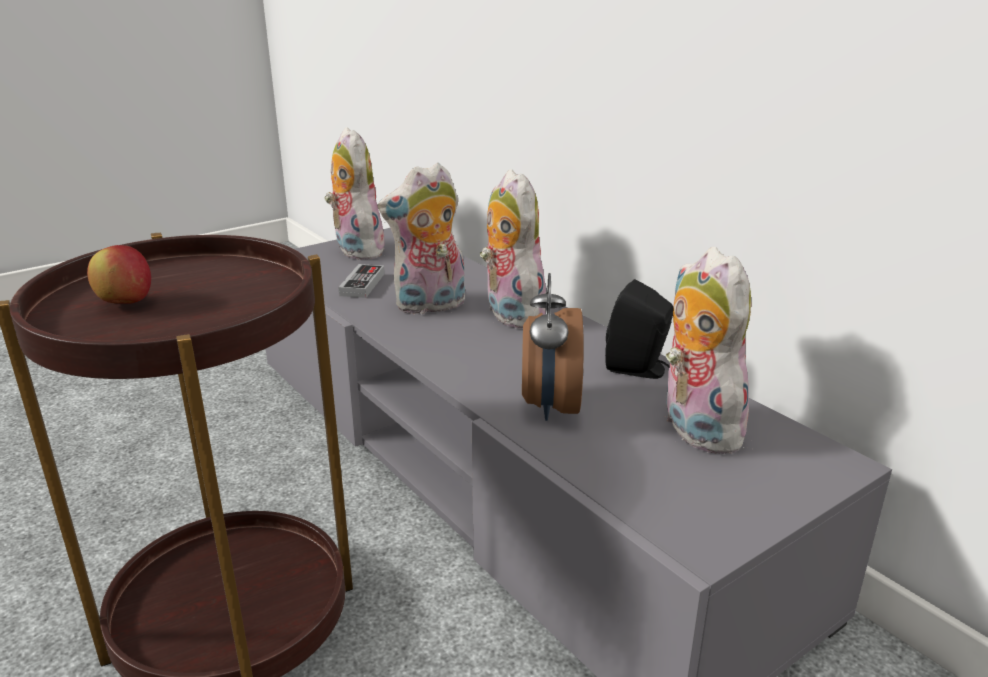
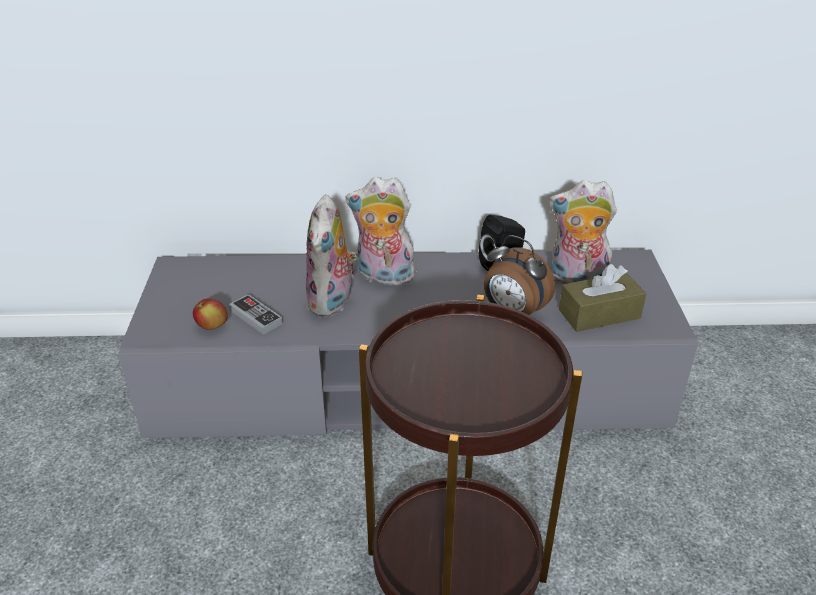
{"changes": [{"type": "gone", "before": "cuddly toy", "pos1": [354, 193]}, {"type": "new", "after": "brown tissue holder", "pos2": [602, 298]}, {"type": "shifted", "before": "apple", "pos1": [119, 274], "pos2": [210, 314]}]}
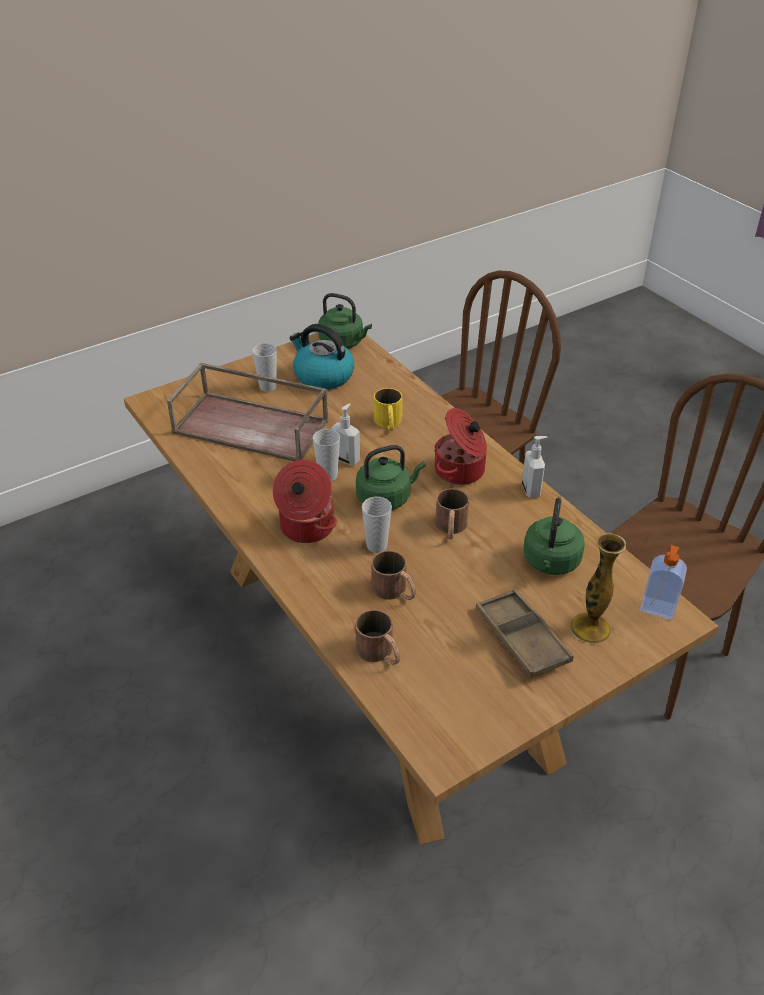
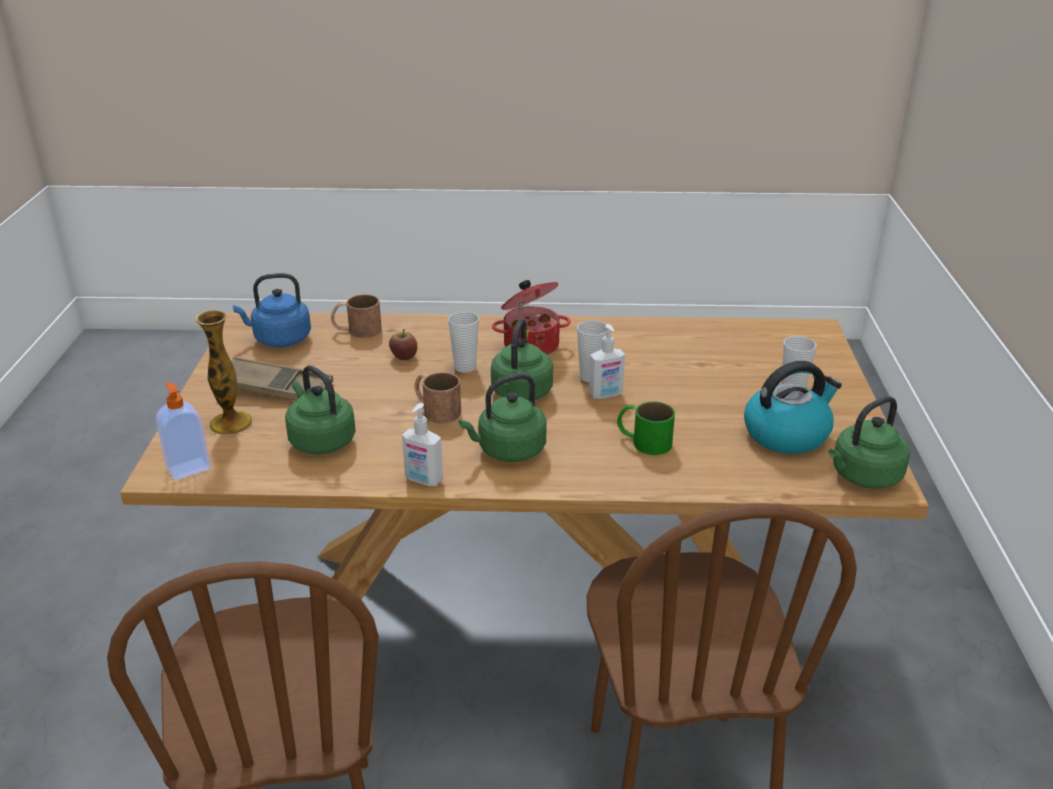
{"changes": [{"type": "gone", "before": "brown serving tray", "pos1": [248, 412]}, {"type": "new", "after": "blue water kettle", "pos2": [272, 310]}, {"type": "swapped", "before": "brown coffee mug", "after": "apple", "pos1": [393, 575], "pos2": [403, 344]}, {"type": "swapped", "before": "stockpot", "after": "green water kettle", "pos1": [460, 446], "pos2": [502, 417]}, {"type": "repainted", "before": "yellow-coloured coffee mug", "after": "green coffee mug", "pos1": [388, 409], "pos2": [646, 428]}]}
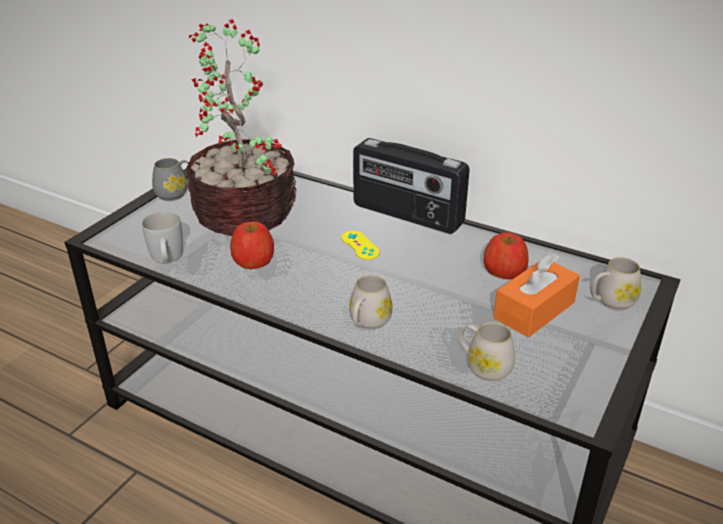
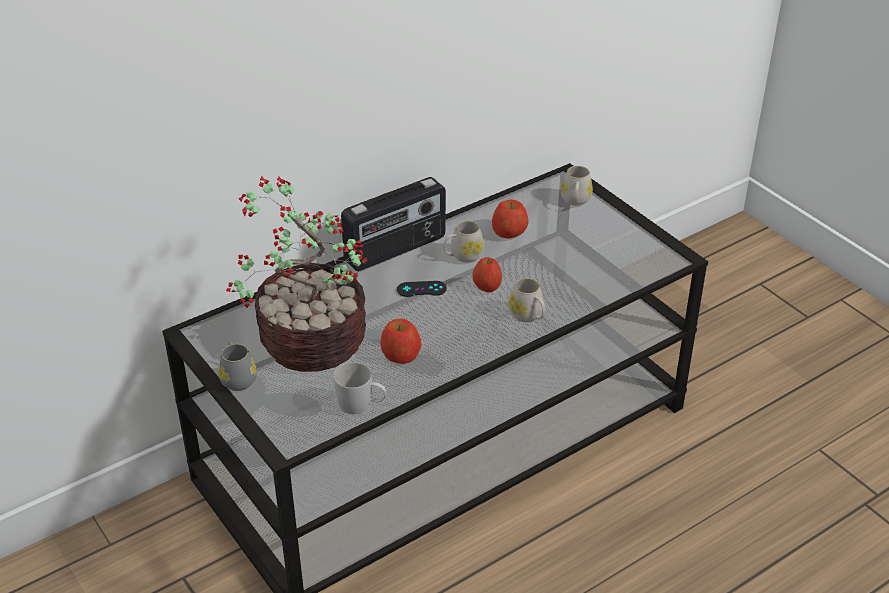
{"changes": [{"type": "gone", "before": "orange-coloured tissue holder", "pos1": [536, 295]}, {"type": "new", "after": "apple", "pos2": [487, 274]}, {"type": "shifted", "before": "whitish coffee mug", "pos1": [487, 351], "pos2": [463, 242]}, {"type": "repainted", "before": "yellow-coloured joypad", "after": "blackish joypad", "pos1": [360, 245], "pos2": [422, 289]}]}
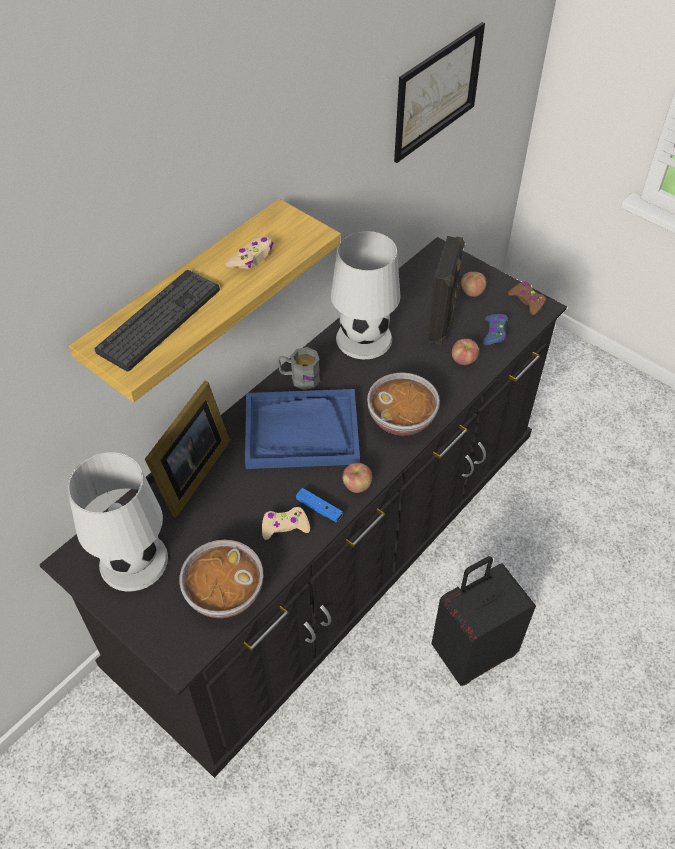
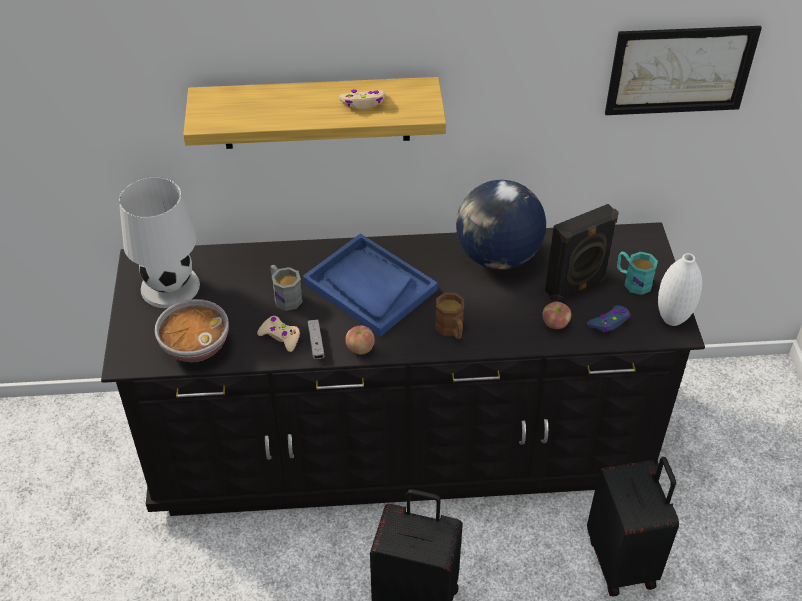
{"changes": [{"type": "gone", "before": "keyboard", "pos1": [157, 320]}, {"type": "gone", "before": "photo frame", "pos1": [187, 449]}, {"type": "new", "after": "blackish piece of luggage", "pos2": [633, 526]}, {"type": "shifted", "before": "greyish coffee mug", "pos1": [299, 368], "pos2": [286, 288]}, {"type": "swapped", "before": "whitish lamp for a table", "after": "desk globe", "pos1": [366, 295], "pos2": [501, 225]}, {"type": "swapped", "before": "deep dish", "after": "brown coffee mug", "pos1": [403, 404], "pos2": [449, 316]}, {"type": "swapped", "before": "apple", "after": "blue-green coffee mug", "pos1": [474, 284], "pos2": [637, 273]}, {"type": "swapped", "before": "brown joypad", "after": "whitish decorative vase", "pos1": [527, 299], "pos2": [680, 289]}, {"type": "repainted", "before": "blue joypad", "after": "greyish joypad", "pos1": [319, 505], "pos2": [316, 339]}]}
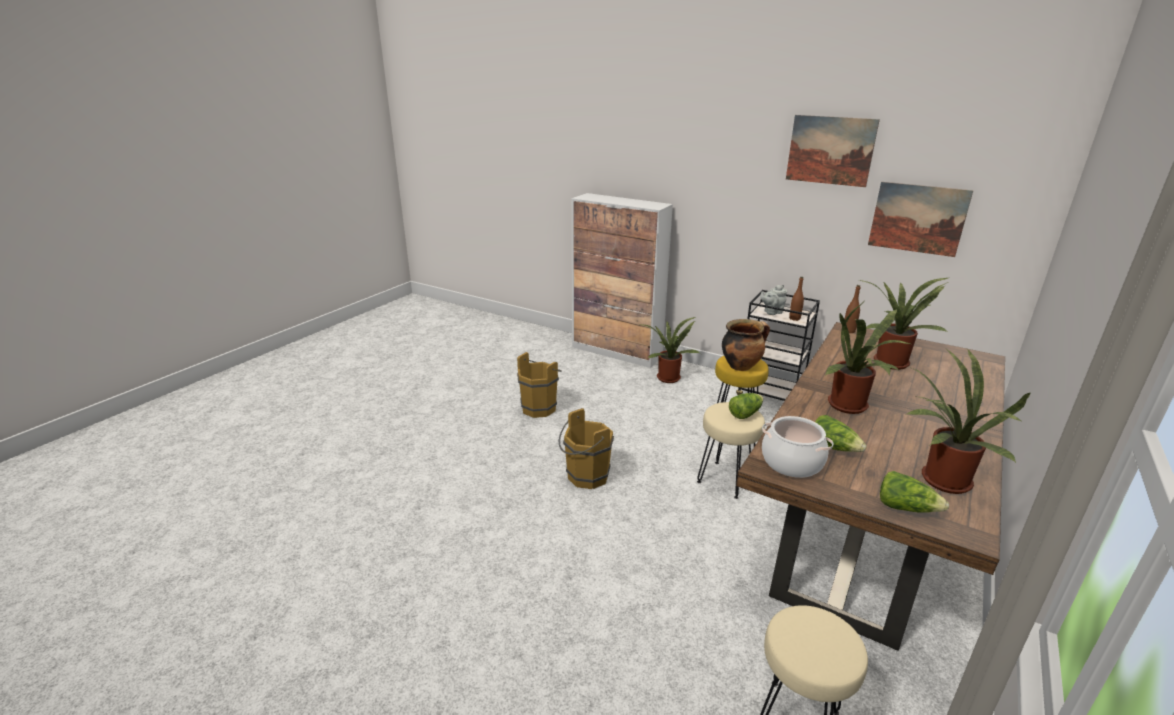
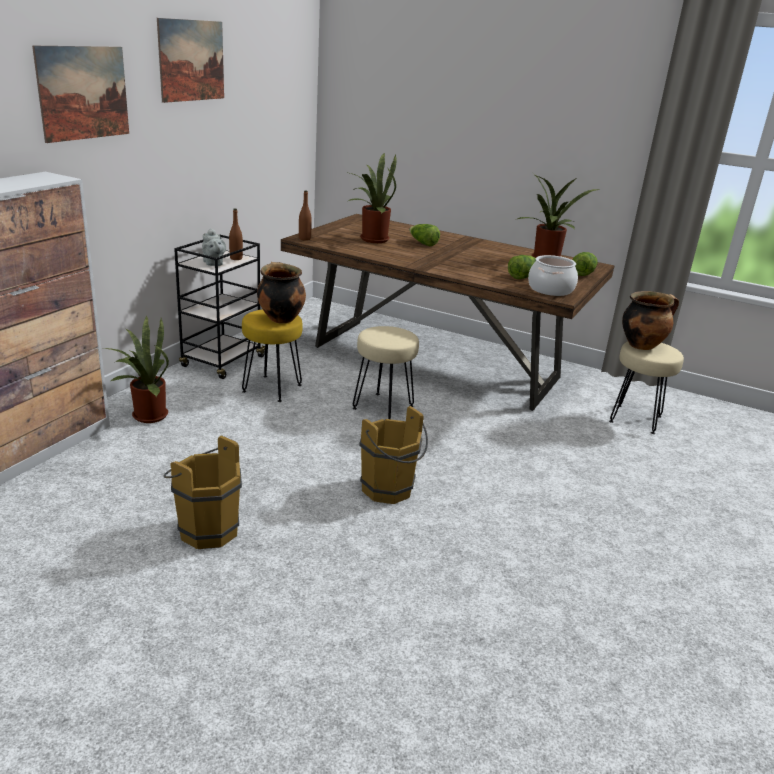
{"changes": [{"type": "gone", "before": "plant in a pot", "pos1": [869, 358]}, {"type": "new", "after": "stockpot", "pos2": [650, 320]}, {"type": "shifted", "before": "lettuce head", "pos1": [746, 406], "pos2": [424, 235]}, {"type": "shifted", "before": "picture", "pos1": [921, 219], "pos2": [80, 94]}]}
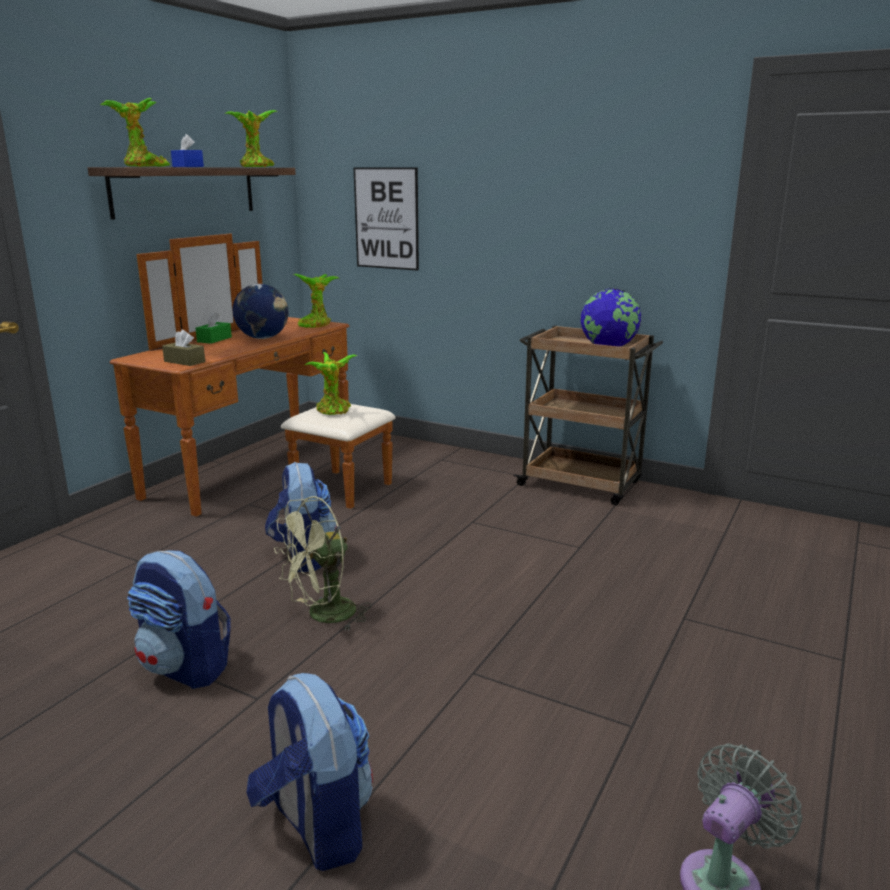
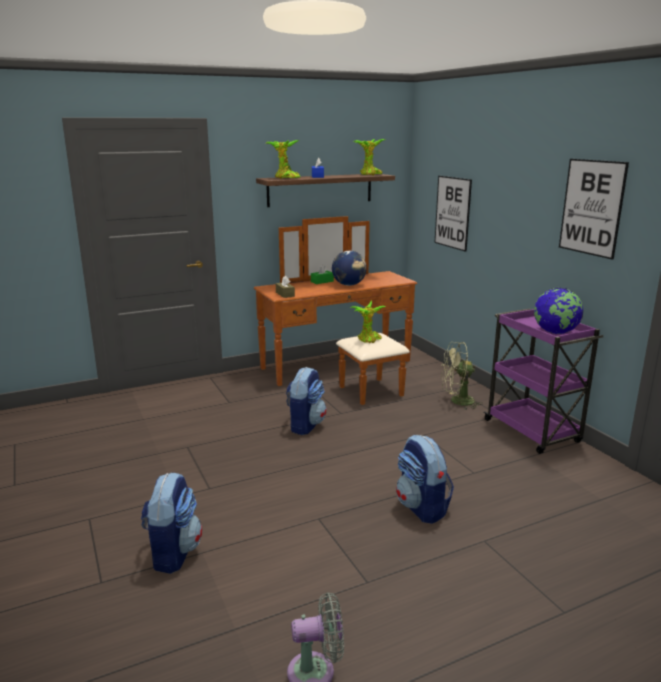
{"changes": [{"type": "gone", "before": "plant in a pot", "pos1": [317, 301]}, {"type": "new", "after": "picture", "pos2": [594, 209]}, {"type": "shifted", "before": "rucksack", "pos1": [178, 619], "pos2": [425, 479]}, {"type": "shifted", "before": "green electric fan", "pos1": [323, 563], "pos2": [462, 376]}, {"type": "repainted", "before": "brown cart", "after": "purple-coloured cart", "pos1": [588, 415], "pos2": [543, 381]}]}
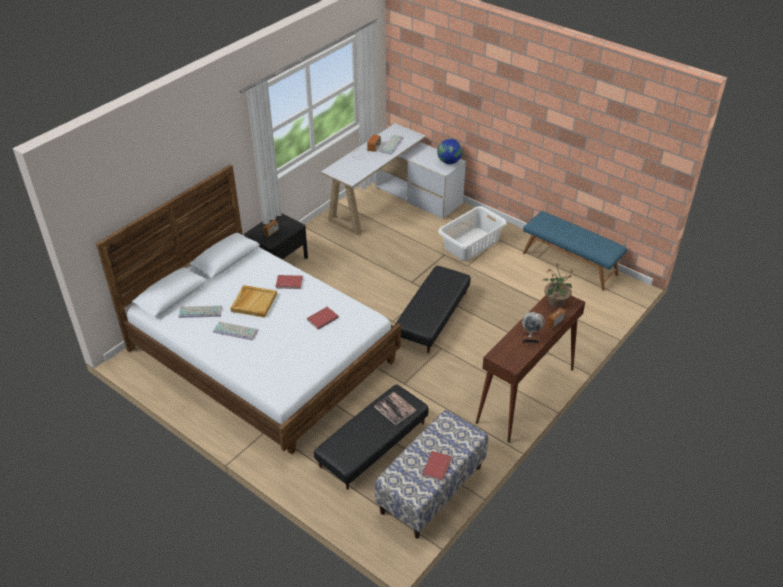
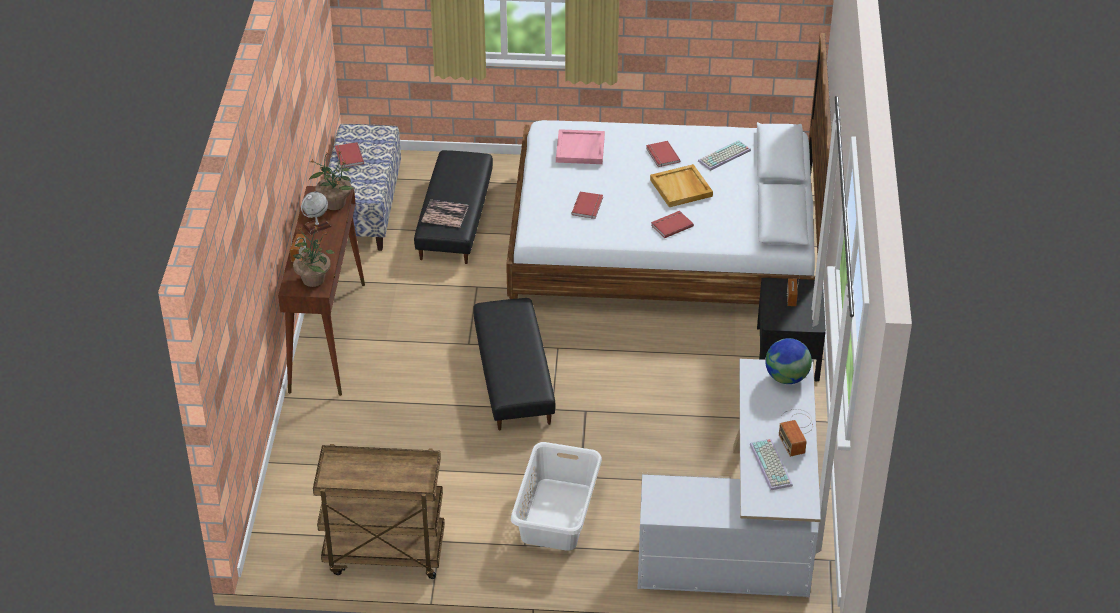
{"changes": [{"type": "new", "after": "plant in a pot", "pos2": [331, 180]}, {"type": "new", "after": "pink serving tray", "pos2": [580, 146]}, {"type": "shifted", "before": "desk globe", "pos1": [449, 151], "pos2": [788, 361]}, {"type": "swapped", "before": "keyboard", "after": "red-coloured bound book", "pos1": [235, 331], "pos2": [663, 154]}, {"type": "swapped", "before": "blue long seat", "after": "brown cart", "pos1": [575, 251], "pos2": [379, 511]}]}
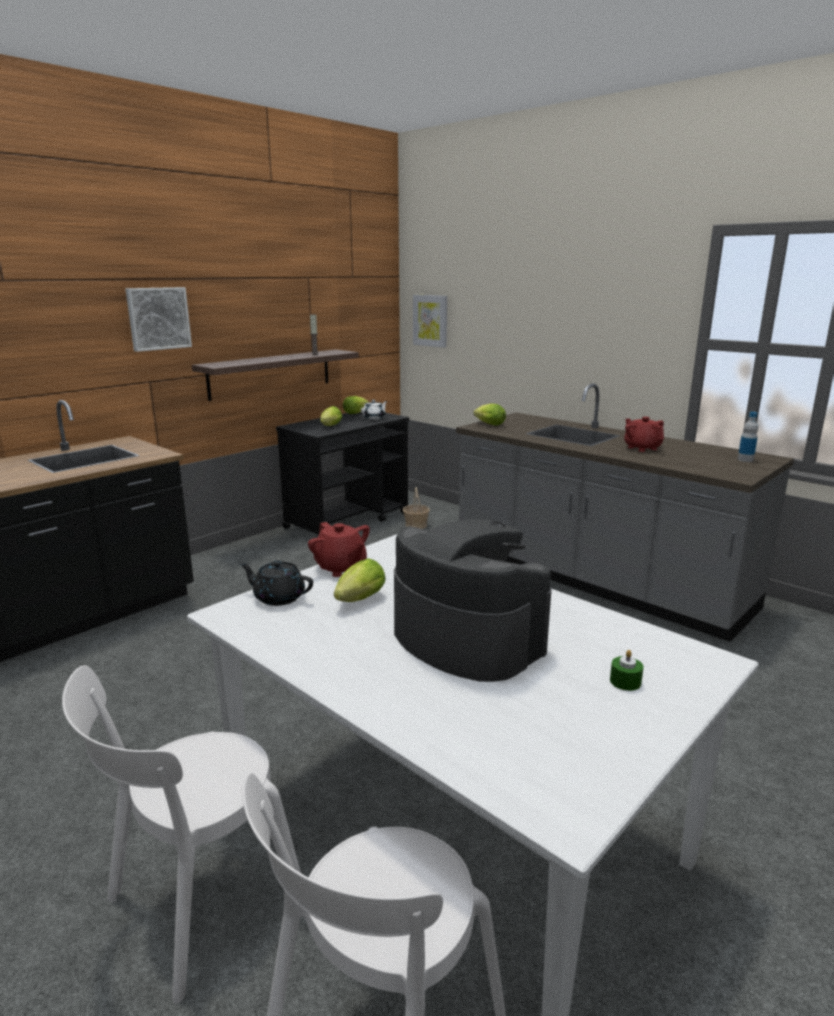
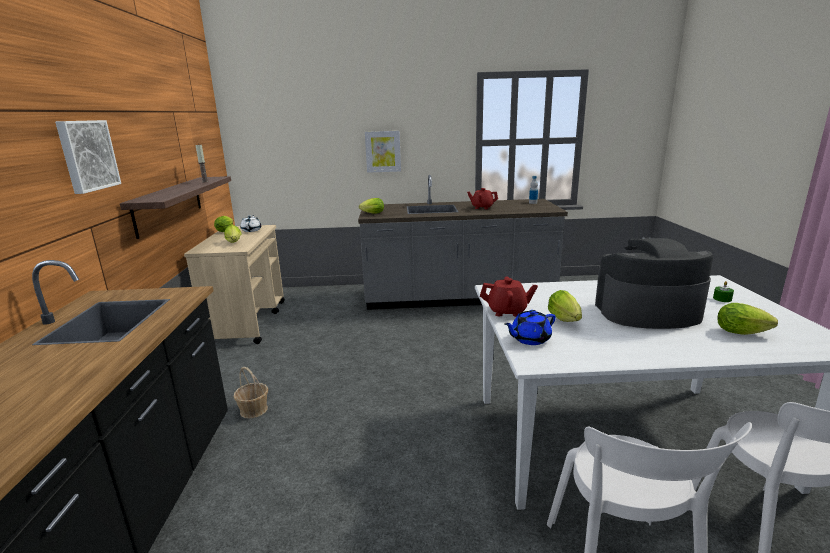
{"changes": [{"type": "new", "after": "lettuce head", "pos2": [748, 319]}, {"type": "shifted", "before": "household basket", "pos1": [416, 508], "pos2": [250, 393]}, {"type": "shifted", "before": "picture", "pos1": [430, 321], "pos2": [383, 152]}, {"type": "repainted", "before": "blackish tea pot", "after": "blue tea pot", "pos1": [276, 583], "pos2": [530, 327]}, {"type": "repainted", "before": "blackish cart", "after": "beige cart", "pos1": [342, 475], "pos2": [234, 284]}]}
